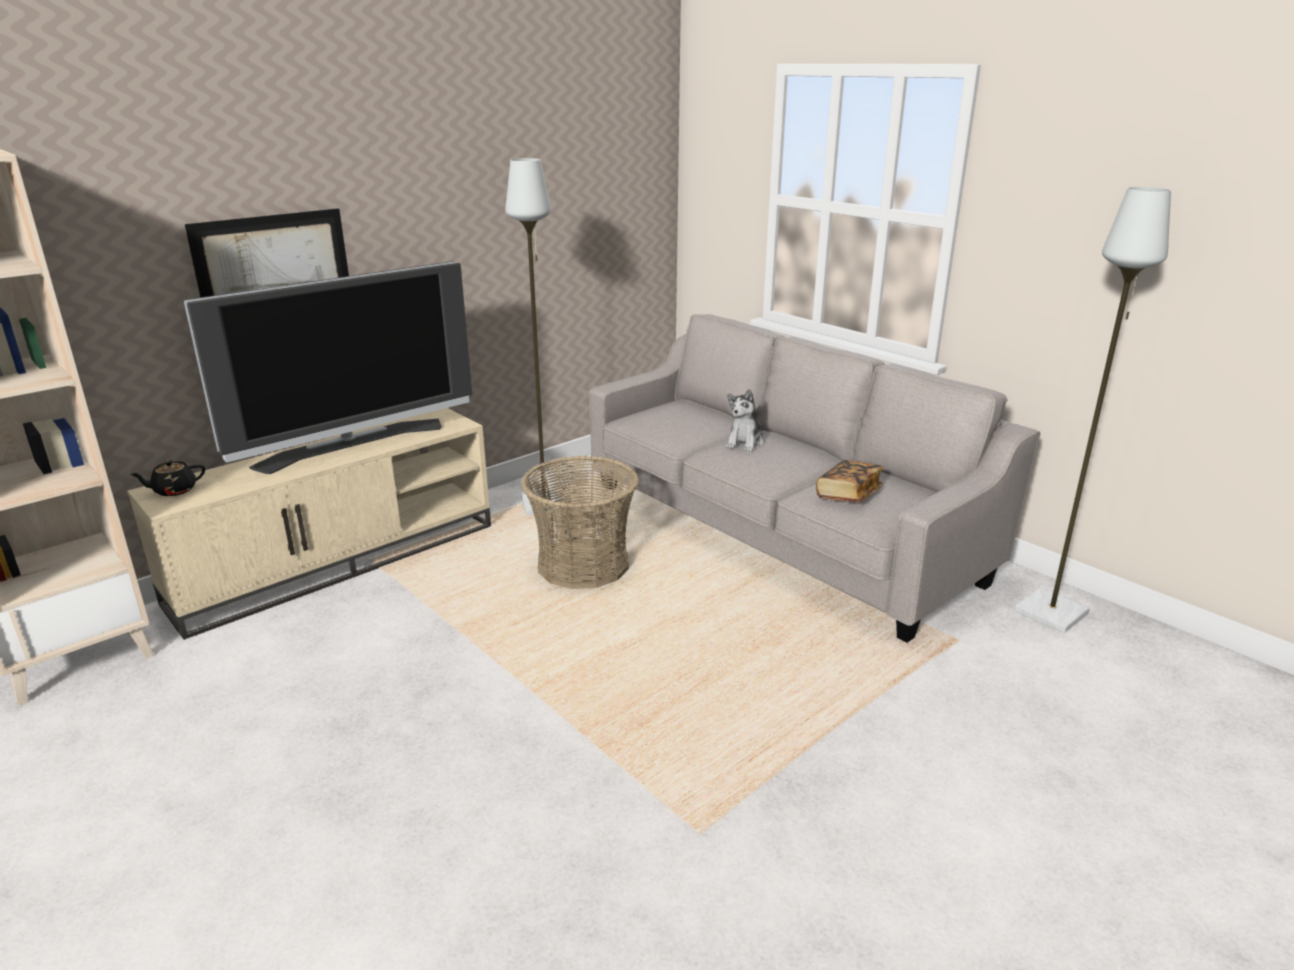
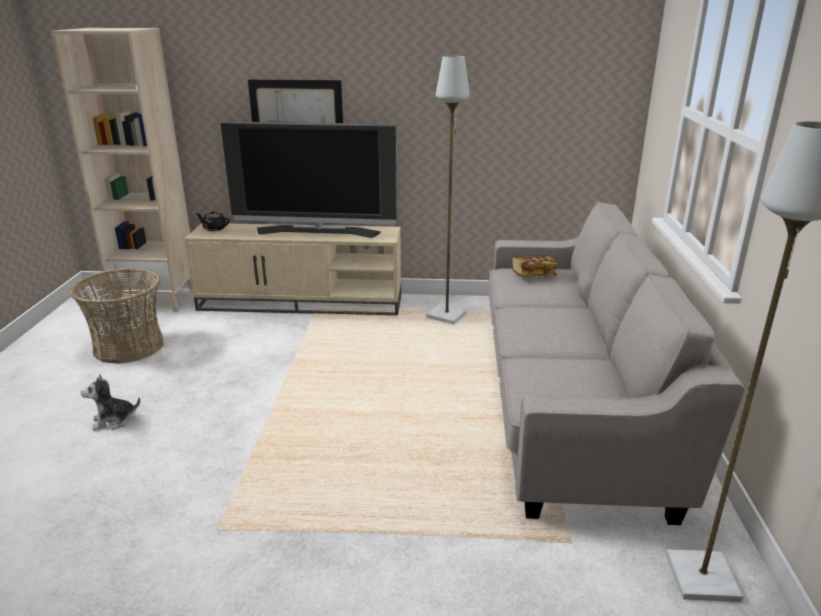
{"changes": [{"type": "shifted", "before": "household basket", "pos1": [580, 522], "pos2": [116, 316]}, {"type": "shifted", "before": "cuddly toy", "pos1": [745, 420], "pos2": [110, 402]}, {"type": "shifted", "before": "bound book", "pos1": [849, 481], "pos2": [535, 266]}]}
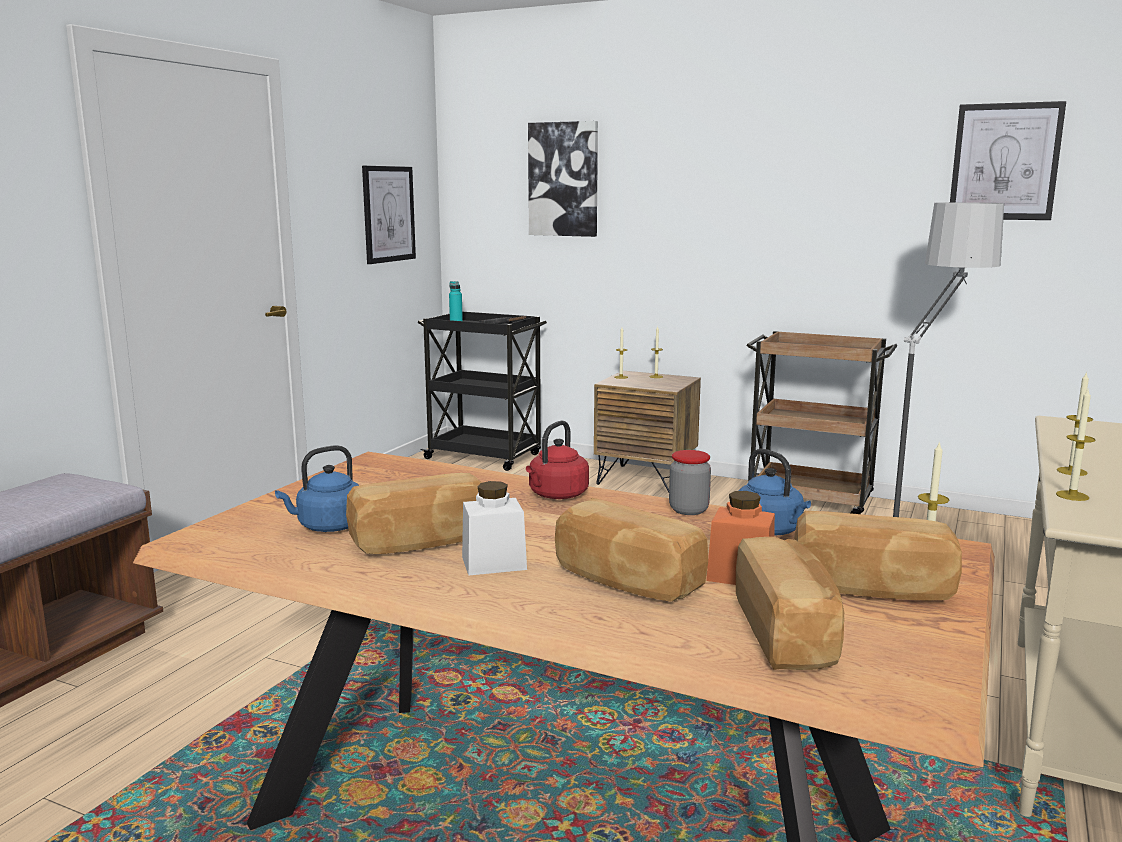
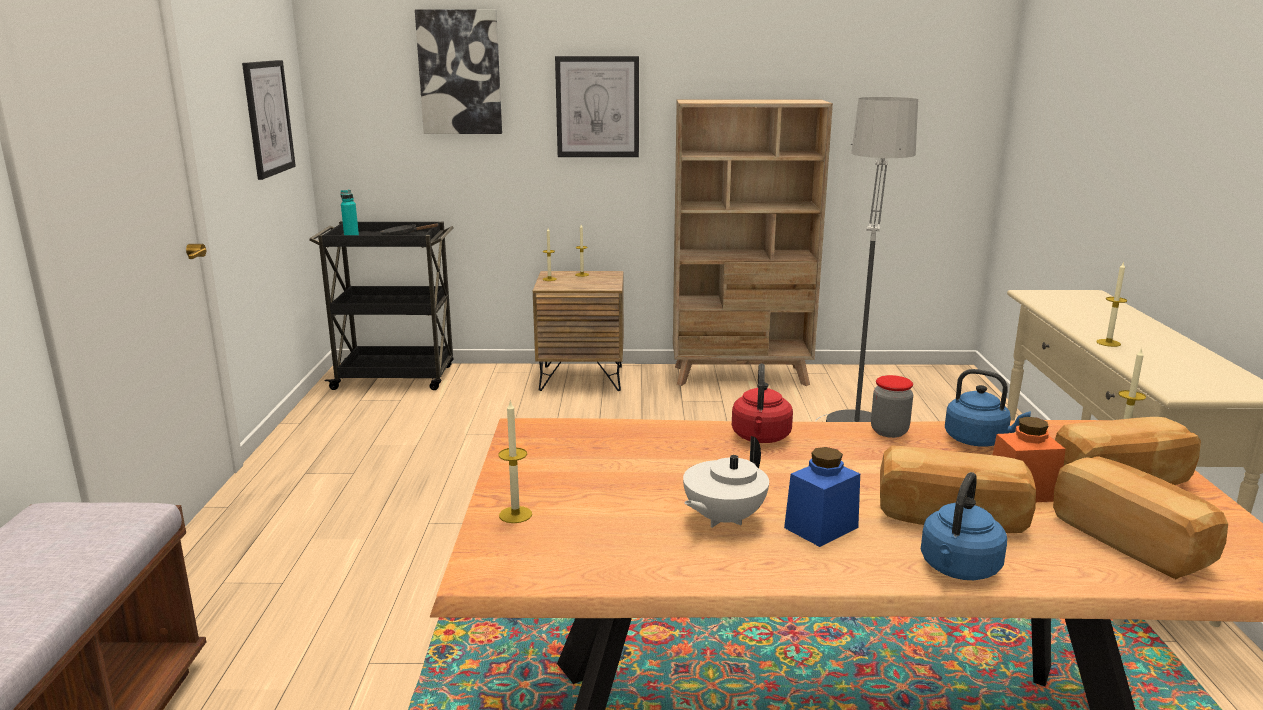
{"changes": [{"type": "shifted", "before": "blue water kettle", "pos1": [317, 488], "pos2": [964, 526]}, {"type": "shifted", "before": "picture", "pos1": [1008, 160], "pos2": [597, 106]}, {"type": "shifted", "before": "candle", "pos1": [1076, 445], "pos2": [515, 462]}, {"type": "swapped", "before": "baked bread", "after": "whitish tea pot", "pos1": [414, 513], "pos2": [726, 482]}, {"type": "swapped", "before": "brown cart", "after": "beige bookshelf", "pos1": [821, 422], "pos2": [753, 242]}, {"type": "repainted", "before": "whitish preserve jar", "after": "blue preserve jar", "pos1": [494, 528], "pos2": [822, 497]}]}
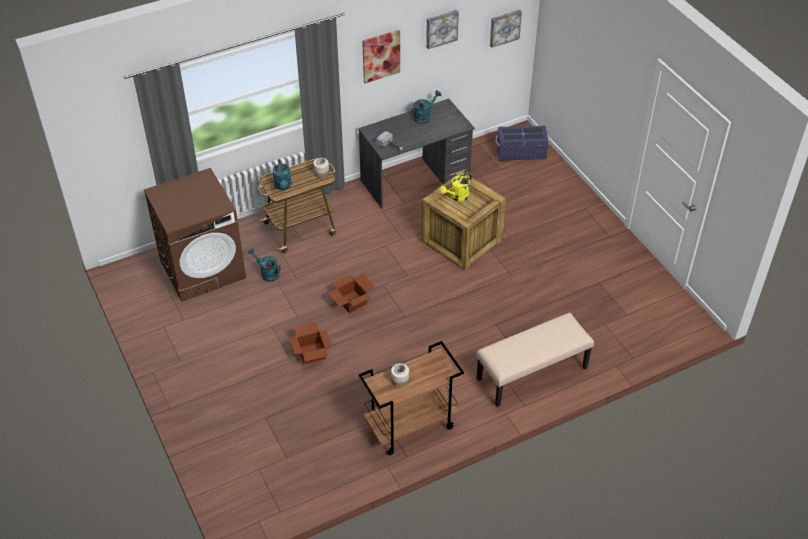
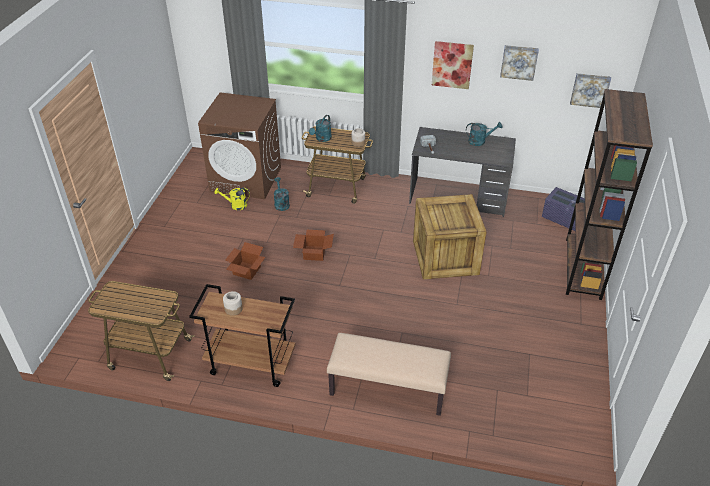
{"changes": [{"type": "new", "after": "cart", "pos2": [141, 331]}, {"type": "new", "after": "brown bookshelf", "pos2": [609, 194]}, {"type": "shifted", "before": "yellow-coloured sprinkling can", "pos1": [456, 186], "pos2": [232, 199]}]}
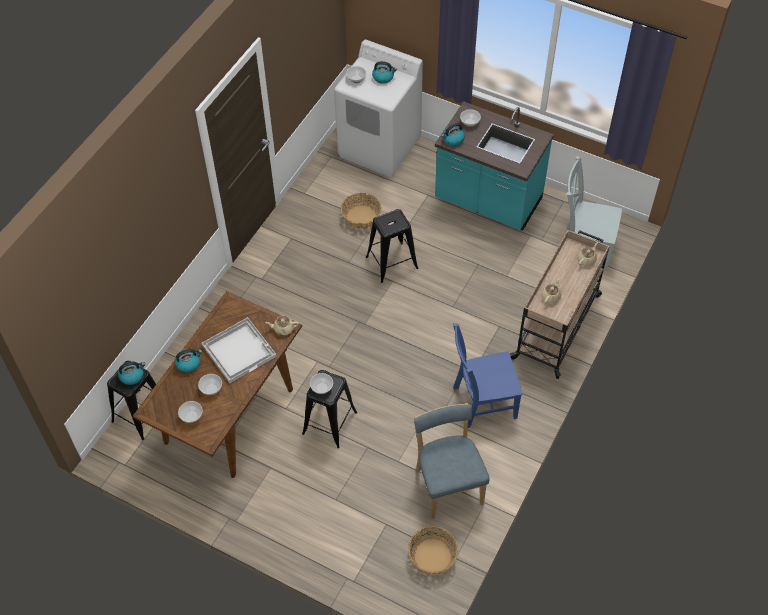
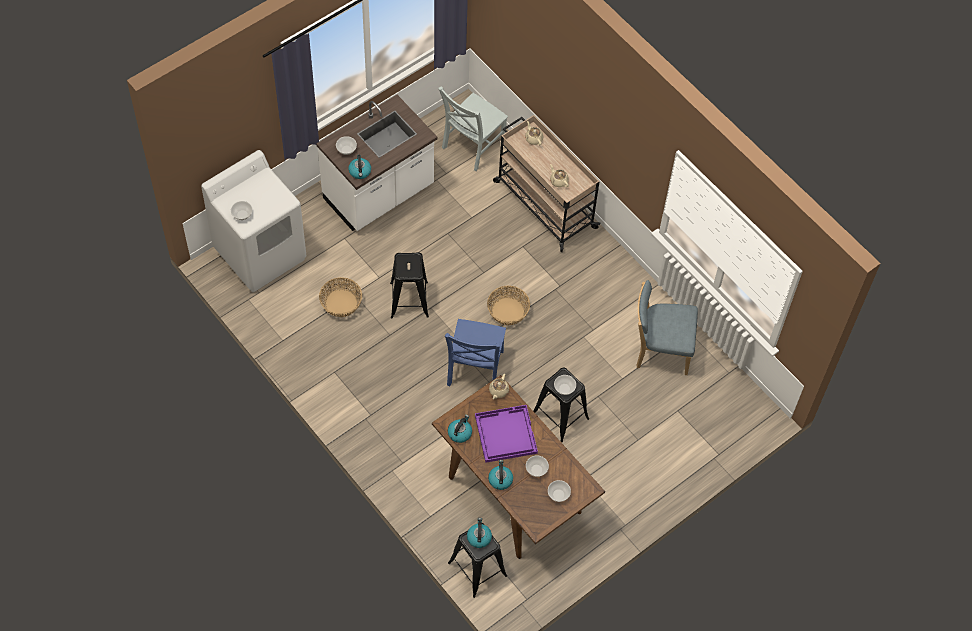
{"changes": [{"type": "shifted", "before": "water kettle", "pos1": [384, 72], "pos2": [460, 429]}, {"type": "shifted", "before": "household basket", "pos1": [433, 550], "pos2": [508, 305]}, {"type": "shifted", "before": "blue upright chair", "pos1": [487, 375], "pos2": [475, 353]}, {"type": "repainted", "before": "whitish serving tray", "after": "purple-coloured serving tray", "pos1": [239, 350], "pos2": [506, 434]}, {"type": "repainted", "before": "blue-green counter", "after": "whitish counter", "pos1": [494, 166], "pos2": [376, 163]}]}
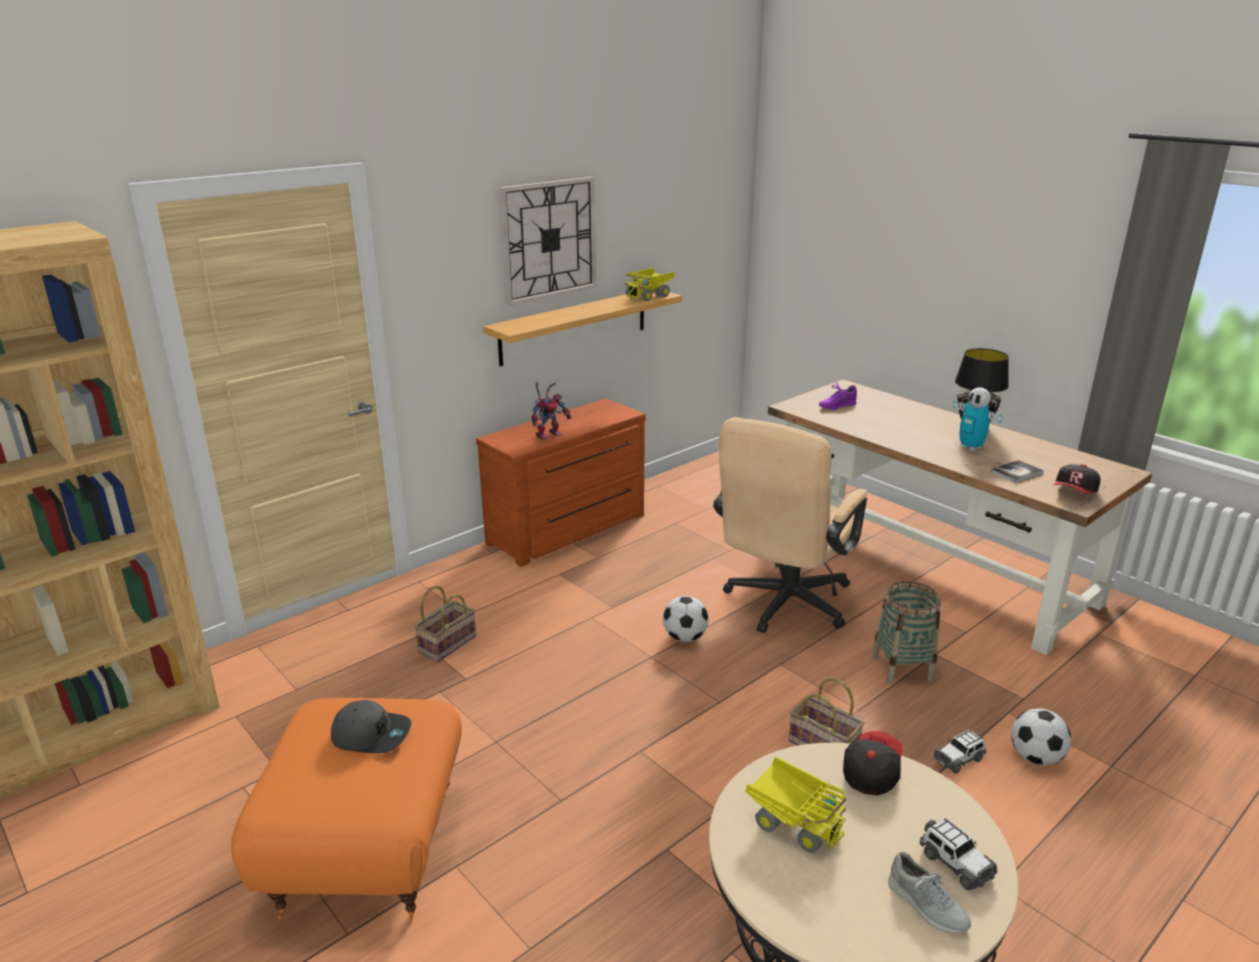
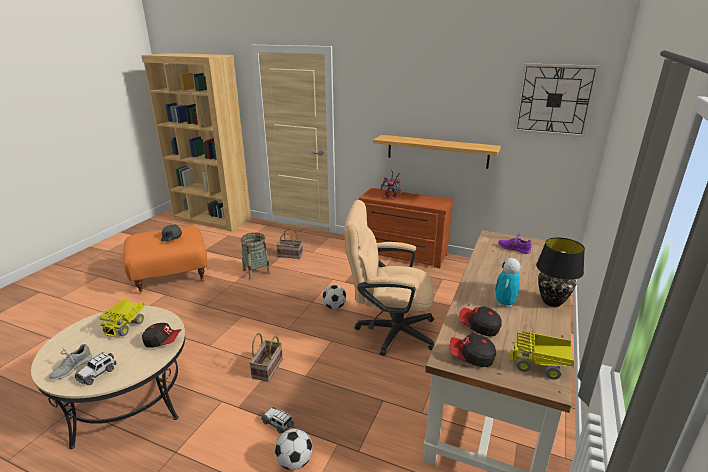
{"changes": [{"type": "shifted", "before": "wall clock", "pos1": [548, 241], "pos2": [556, 100]}, {"type": "shifted", "before": "model truck", "pos1": [649, 284], "pos2": [542, 355]}, {"type": "shifted", "before": "household basket", "pos1": [906, 633], "pos2": [256, 256]}, {"type": "swapped", "before": "bound book", "after": "cap", "pos1": [1017, 471], "pos2": [480, 321]}]}
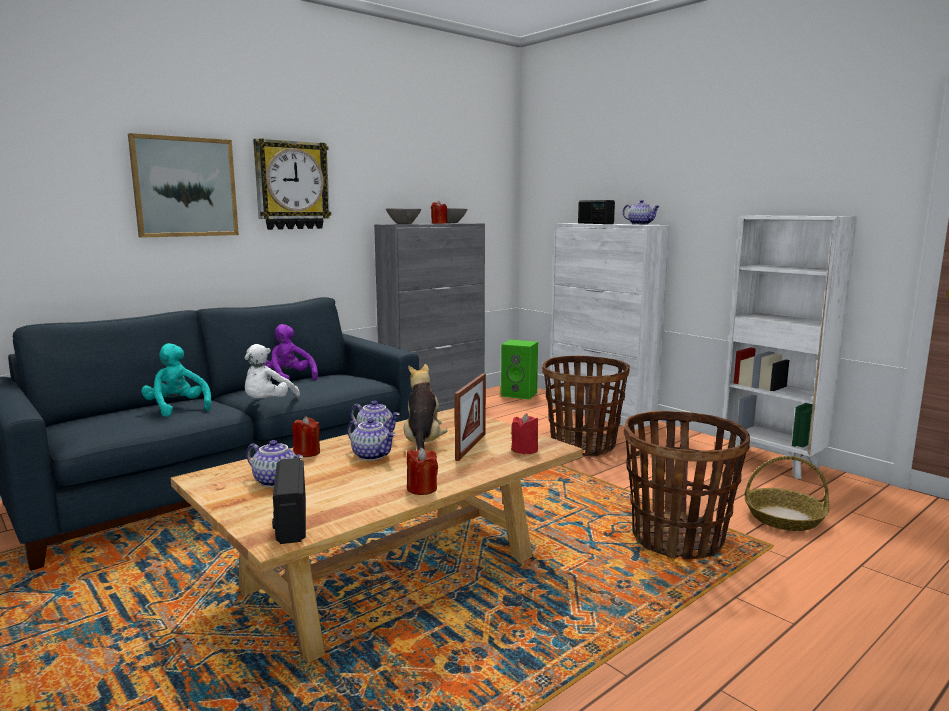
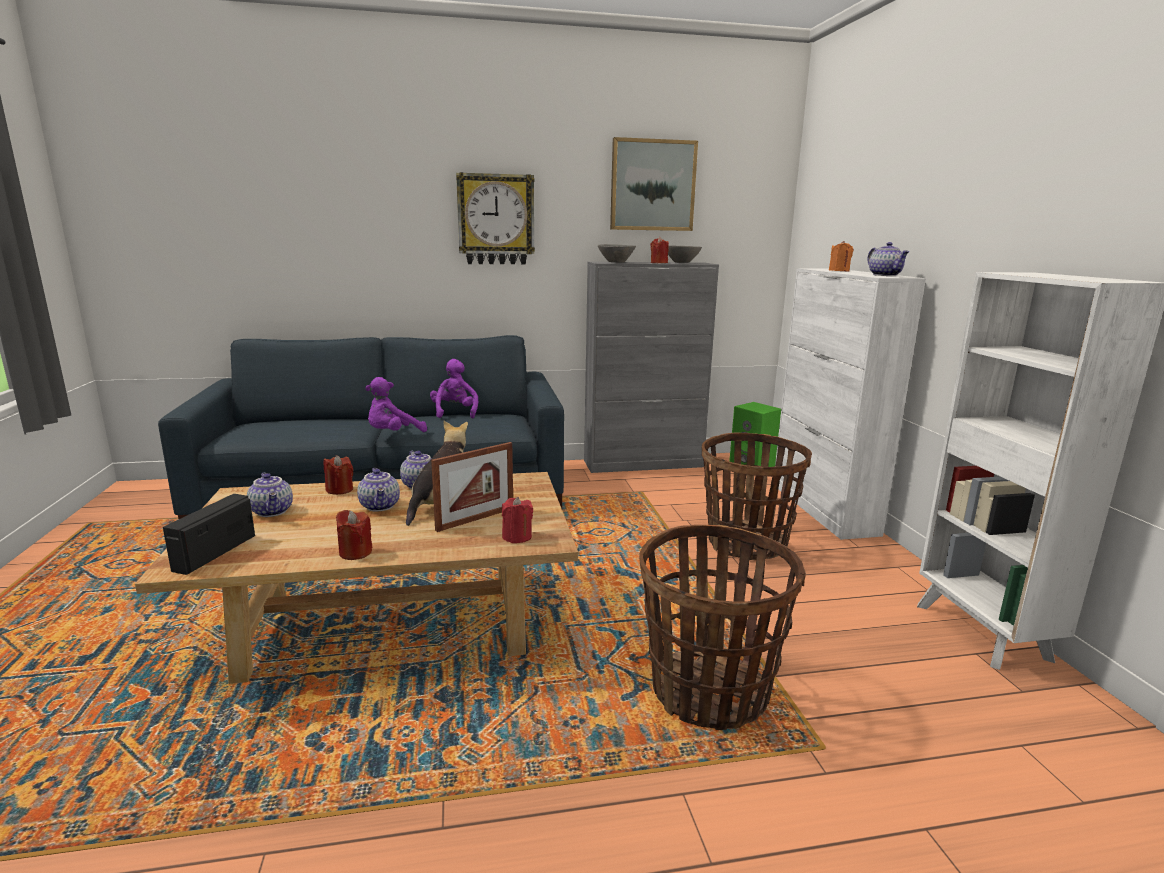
{"changes": [{"type": "gone", "before": "blue-green cuddly toy", "pos1": [176, 380]}, {"type": "gone", "before": "household basket", "pos1": [786, 493]}, {"type": "shifted", "before": "picture", "pos1": [183, 185], "pos2": [654, 184]}, {"type": "swapped", "before": "radio set", "after": "orange-coloured candle", "pos1": [596, 212], "pos2": [841, 256]}, {"type": "repainted", "before": "whitish cuddly toy", "after": "purple-coloured cuddly toy", "pos1": [272, 371], "pos2": [396, 404]}]}
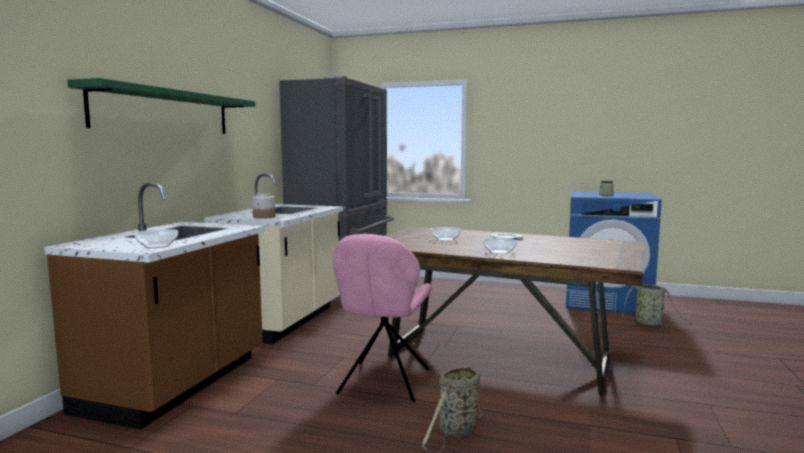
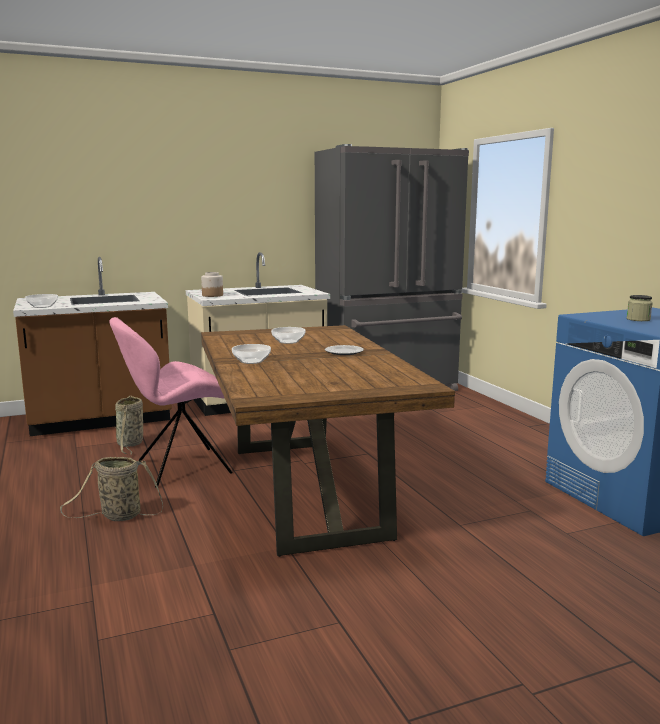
{"changes": [{"type": "gone", "before": "green shelf", "pos1": [161, 106]}, {"type": "shifted", "before": "household basket", "pos1": [656, 305], "pos2": [129, 424]}]}
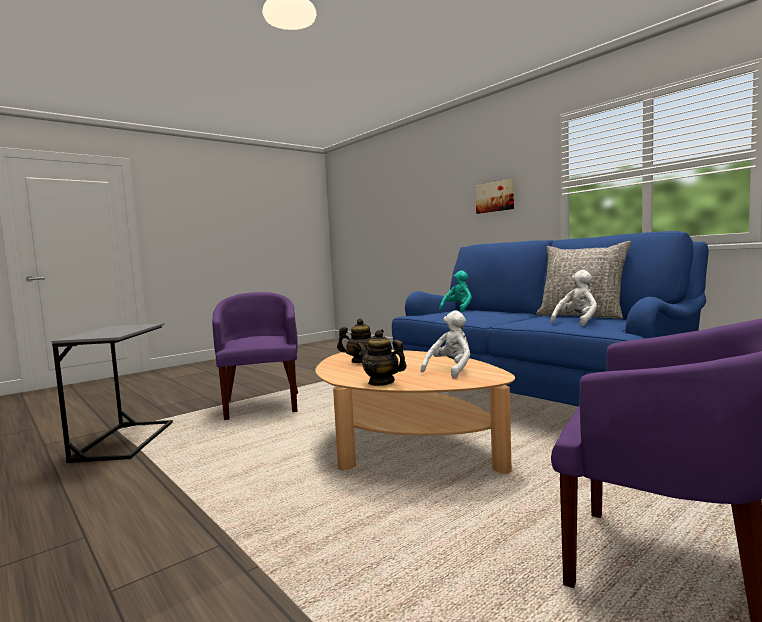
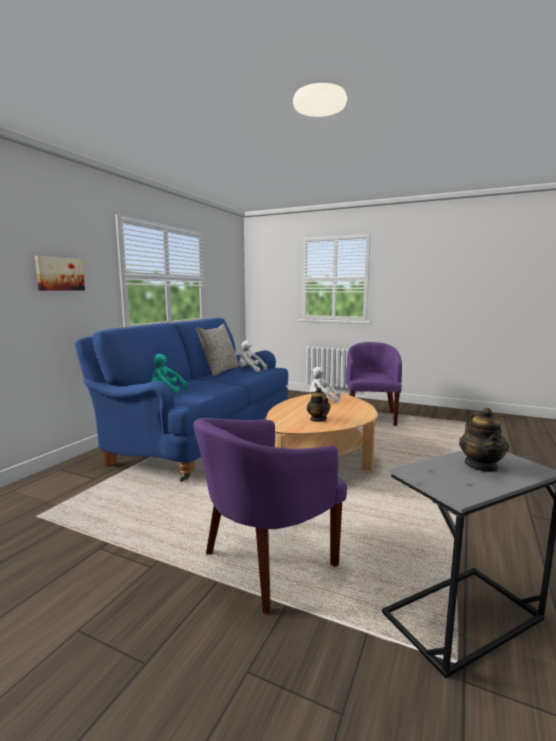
{"changes": [{"type": "shifted", "before": "tea pot", "pos1": [381, 358], "pos2": [484, 440]}]}
